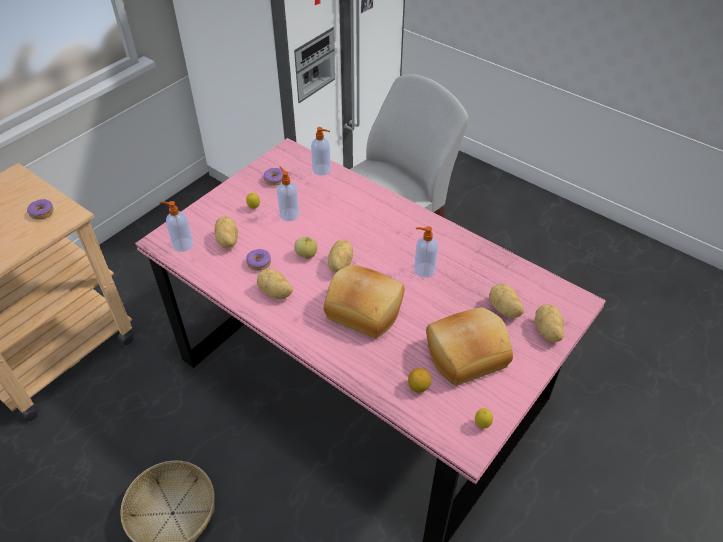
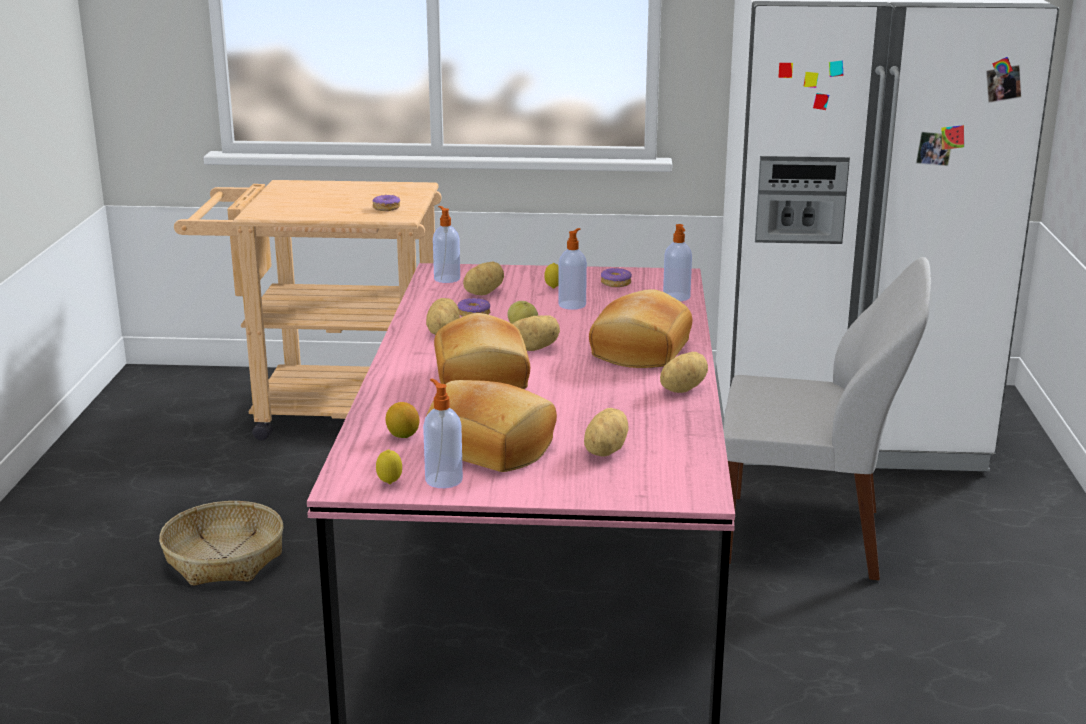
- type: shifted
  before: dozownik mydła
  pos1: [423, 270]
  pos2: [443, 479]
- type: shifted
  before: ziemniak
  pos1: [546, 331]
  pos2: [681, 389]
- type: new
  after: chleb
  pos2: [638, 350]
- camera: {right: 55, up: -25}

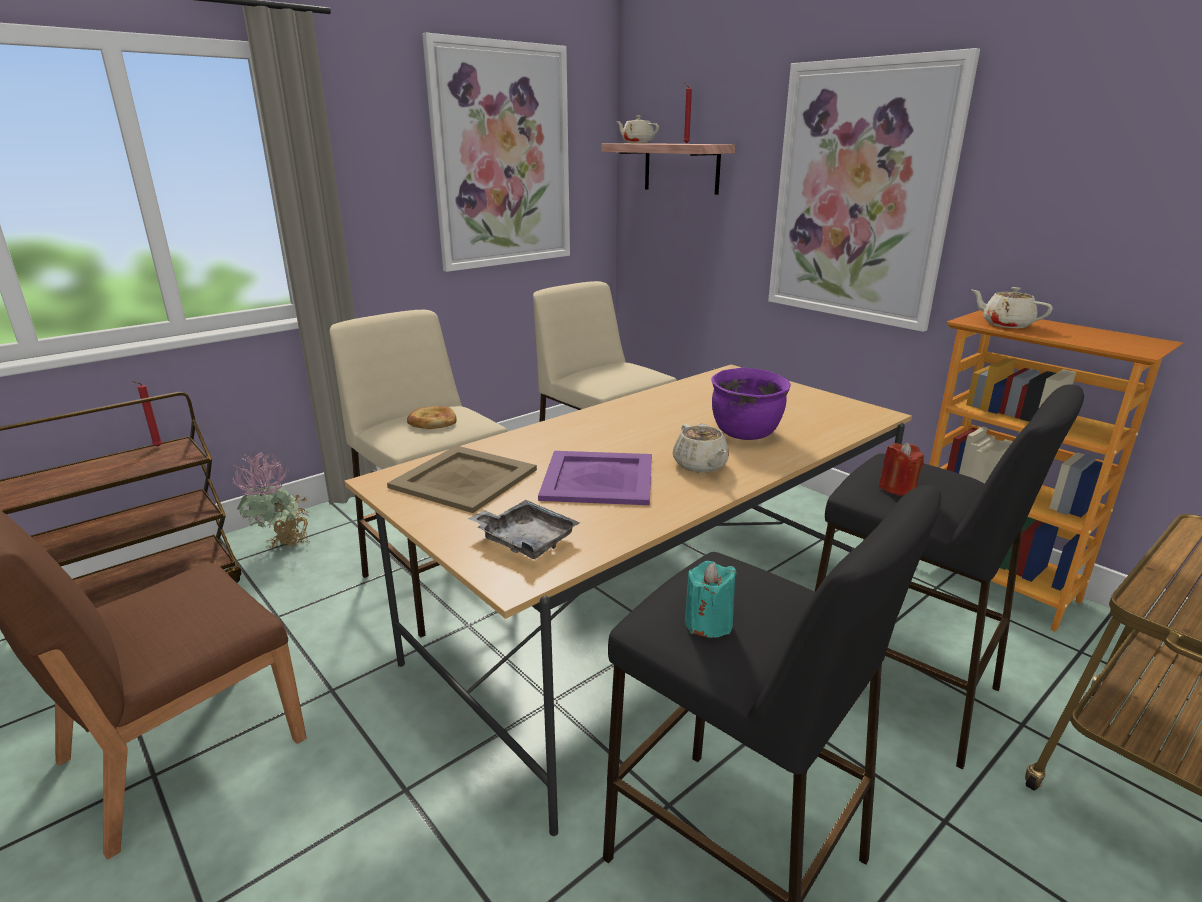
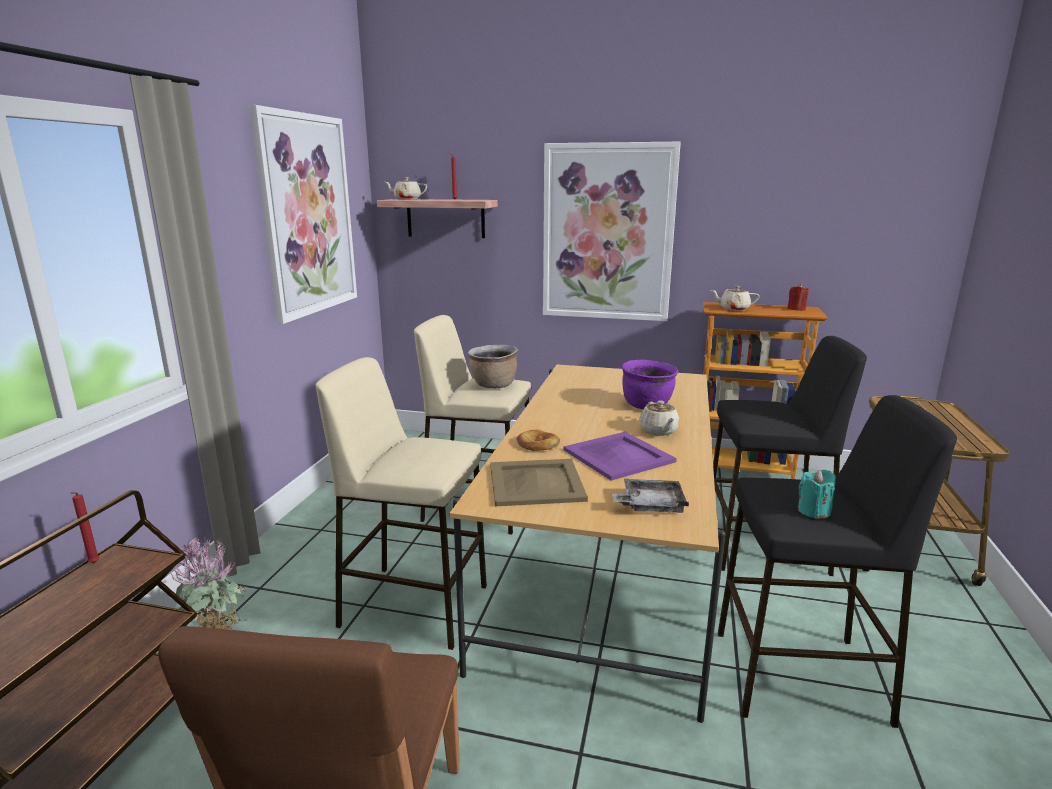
- type: shifted
  before: chleb
  pos1: [432, 422]
  pos2: [537, 444]
- type: rotated
  before: imbryk/beżowy
  pos1: [700, 465]
  pos2: [658, 431]
  turn: 45
- type: shifted
  before: świeca/czerwony
  pos1: [897, 488]
  pos2: [796, 309]
- type: new
  after: garnek/brązowy
  pos2: [493, 385]
- camera: {right: -35, up: -5}

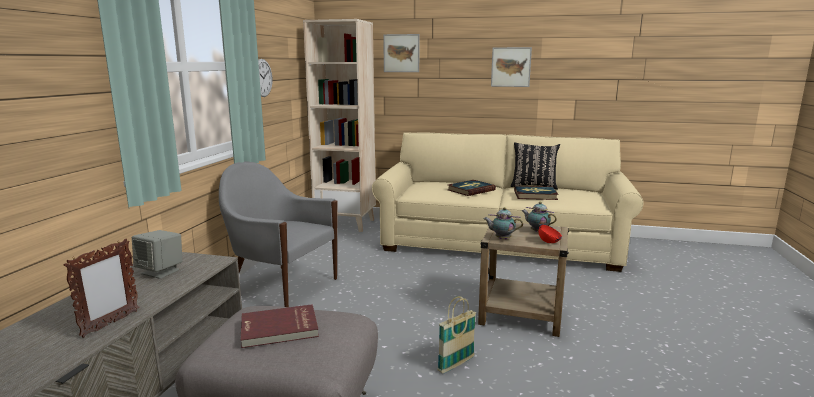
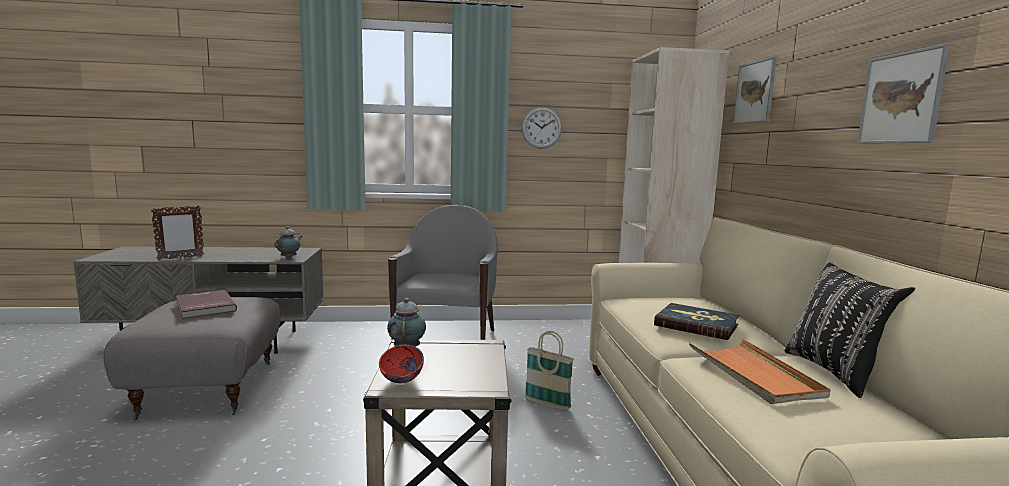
- type: rotated
  before: ramka na zdjęcie
  pos1: [110, 324]
  pos2: [180, 258]
  turn: -45
- type: gone
  before: głośnik/szary
  pos1: [161, 272]
- type: shifted
  before: koszyk
  pos1: [456, 364]
  pos2: [547, 404]
- type: swapped
  before: książka
  after: taca/pomarańczowy
  pos1: [535, 195]
  pos2: [753, 374]
- type: shifted
  before: imbryk
  pos1: [537, 231]
  pos2: [290, 257]
- camera: {right: 70, up: -5}

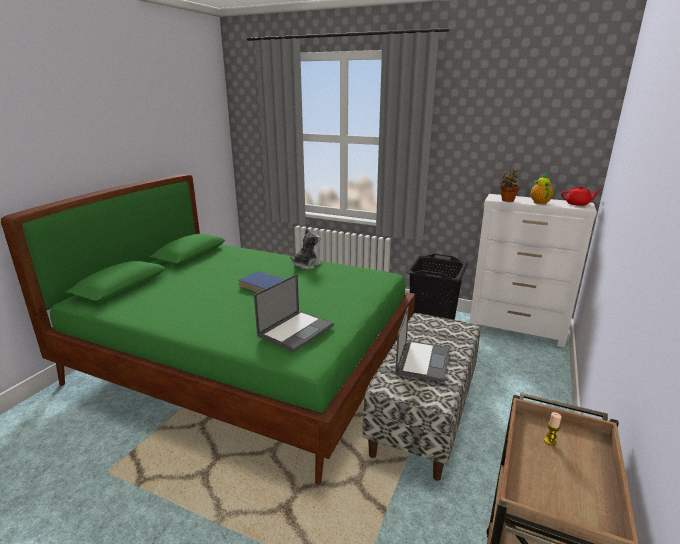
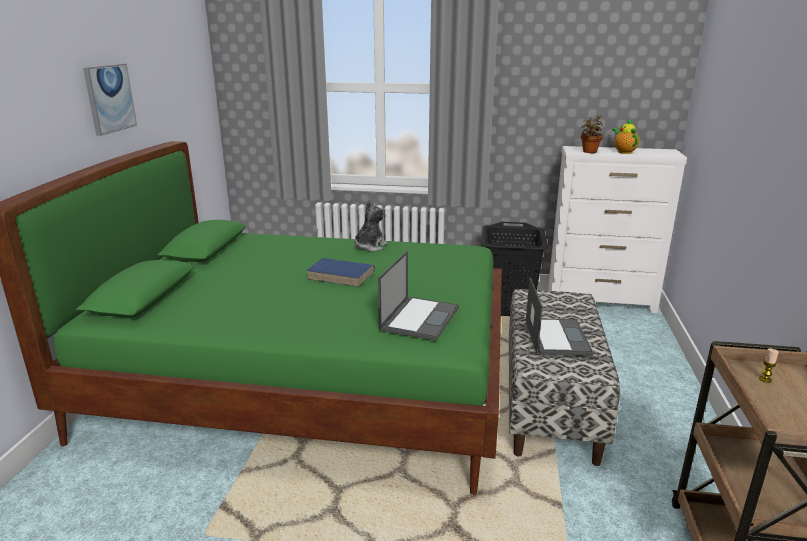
- type: gone
  before: imbryk/czerwony
  pos1: [577, 204]
- type: new
  after: obraz
  pos2: [109, 98]
- camera: {right: -15, up: 0}

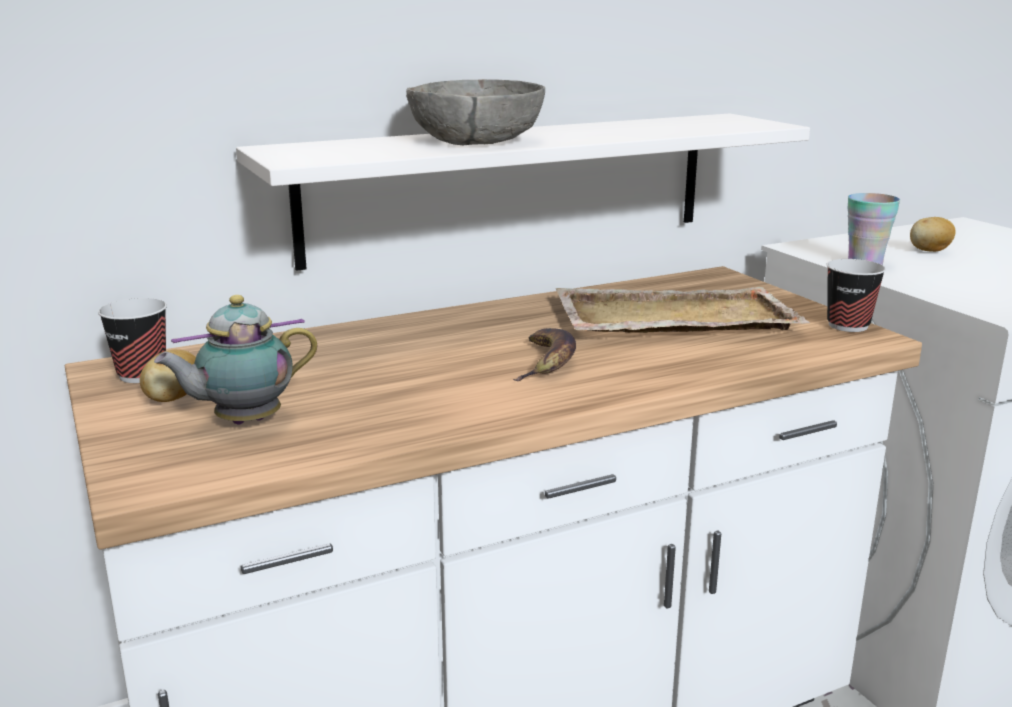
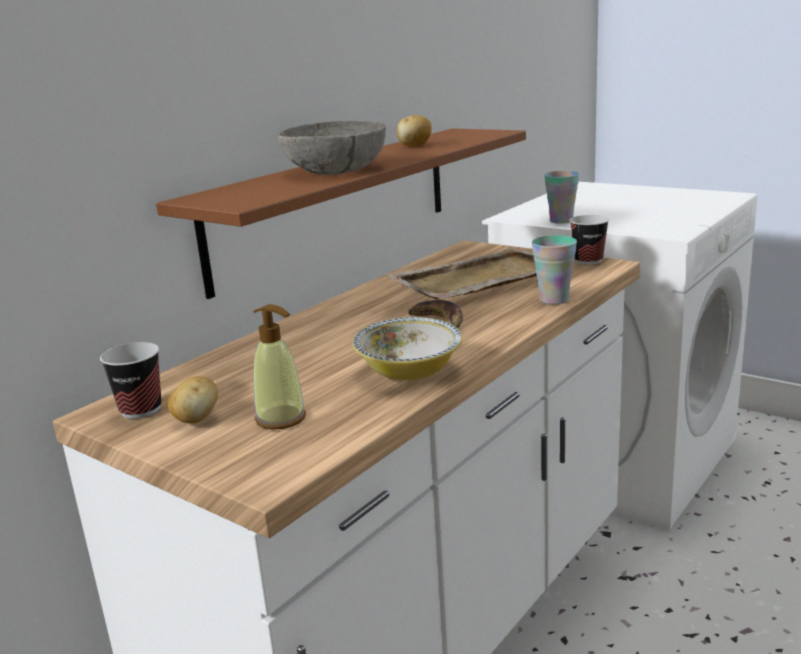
- type: swapped
  before: imbryk
  after: dozownik mydła
  pos1: [243, 422]
  pos2: [281, 419]
- type: repainted
  before: półka/biały
  after: półka/brązowy
  pos1: [511, 186]
  pos2: [336, 204]
- type: shifted
  before: ziemniak
  pos1: [929, 251]
  pos2: [414, 146]
- type: new
  after: miska
  pos2: [409, 372]
- type: new
  after: filiżanka
  pos2: [554, 299]
- camera: {right: -25, up: 0}

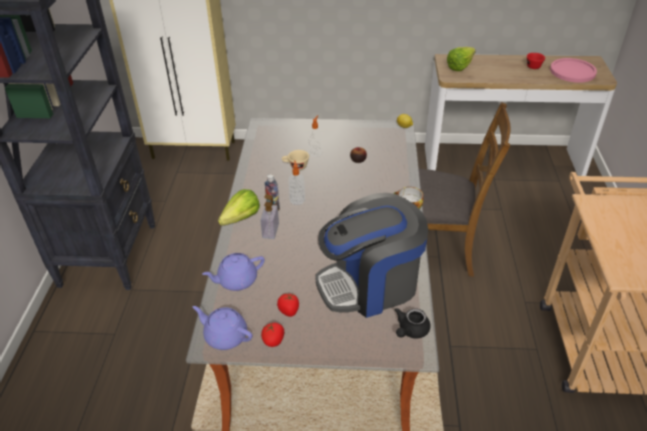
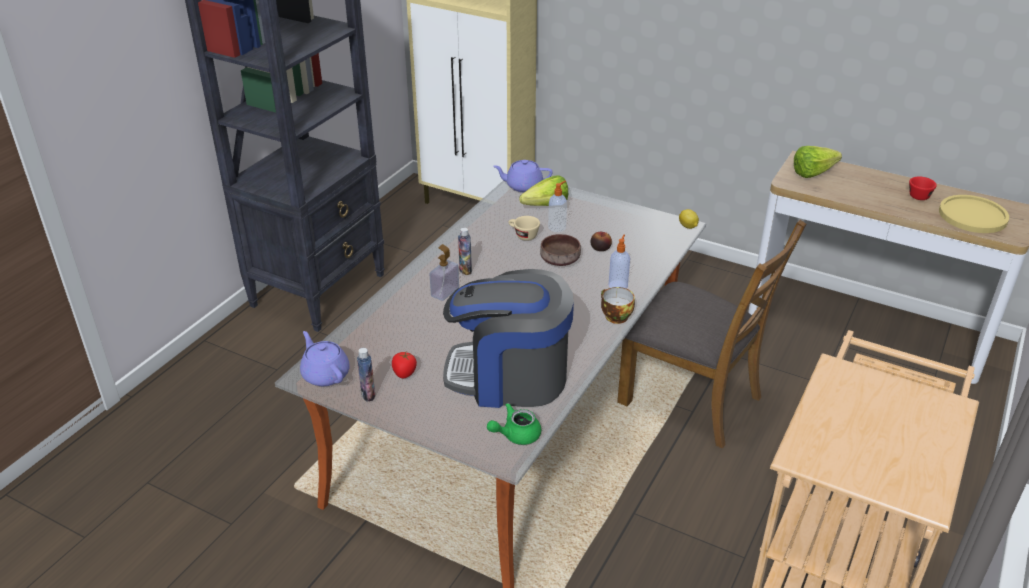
- type: shifted
  before: imbryk/fioletowy
  pos1: [236, 280]
  pos2: [523, 186]
- type: shifted
  before: sałata
  pos1: [237, 220]
  pos2: [542, 207]
- type: swapped
  before: pomidor
  after: butelka
  pos1: [273, 340]
  pos2: [368, 394]
- type: shifted
  before: dozownik mydła
  pos1: [297, 199]
  pos2: [618, 285]
- type: repainted
  before: imbryk/czarny
  after: imbryk/zielony
  pos1: [410, 331]
  pos2: [516, 435]
- type: repainted
  before: talerz/różowy
  after: talerz/żółty
  pos1: [572, 71]
  pos2: [972, 215]
- type: new
  after: miska/brązowy
  pos2: [559, 259]
- camera: {right: 25, up: -5}

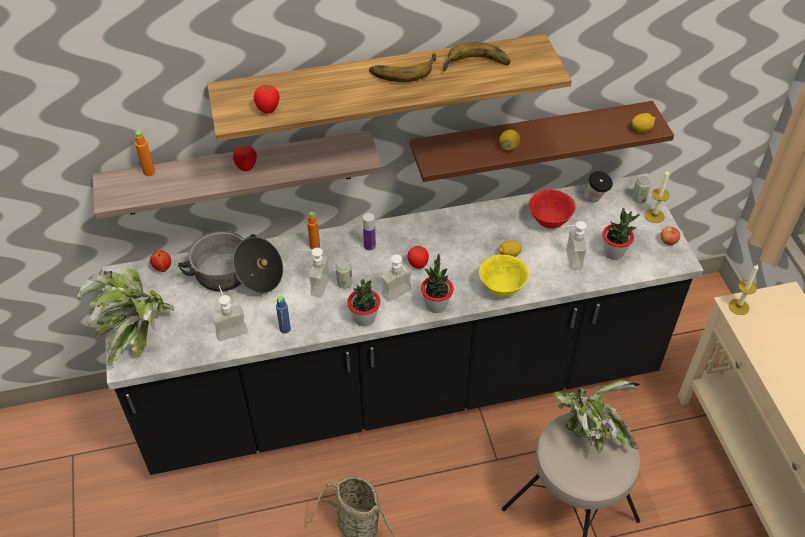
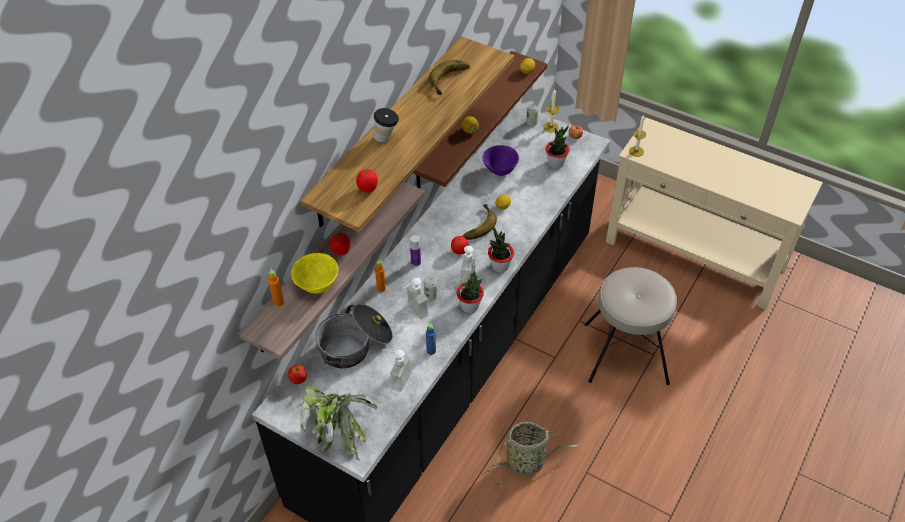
- type: shifted
  before: banan
  pos1: [402, 69]
  pos2: [476, 225]
- type: shifted
  before: miska/żółty
  pos1: [501, 288]
  pos2: [317, 286]
- type: repainted
  before: miska/czerwony
  after: miska/fioletowy
  pos1: [549, 221]
  pos2: [499, 171]
- type: gone
  before: roślina doniczkowa
  pos1: [589, 431]
- type: gone
  before: dozownik mydła
  pos1: [567, 259]
- type: shifted
  before: filiżanka
  pos1: [595, 200]
  pos2: [387, 138]
- camera: {right: -45, up: 0}

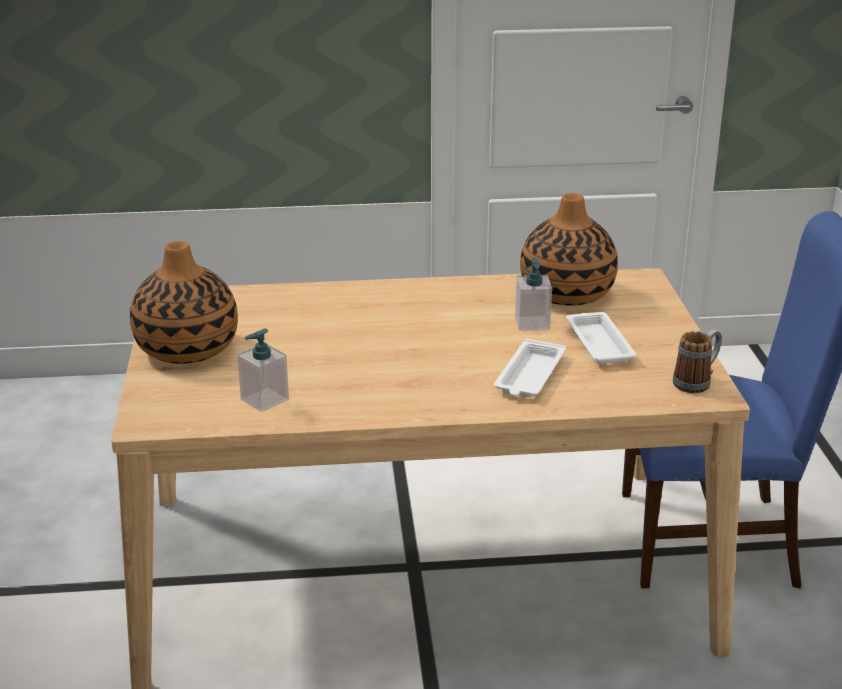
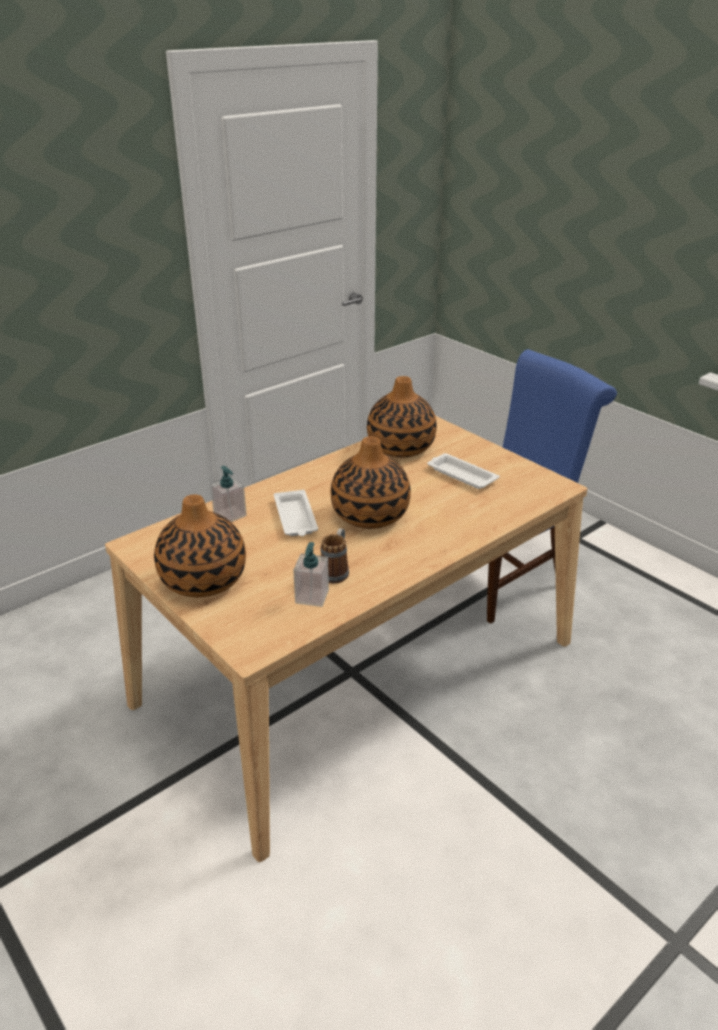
- type: shifted
  before: taca/biały
  pos1: [529, 376]
  pos2: [295, 518]
- type: shifted
  before: dozownik mydła
  pos1: [532, 323]
  pos2: [230, 515]
- type: shifted
  before: kubek
  pos1: [697, 382]
  pos2: [336, 571]
- type: new
  after: wazon
  pos2: [370, 515]
- camera: {right: -35, up: 5}

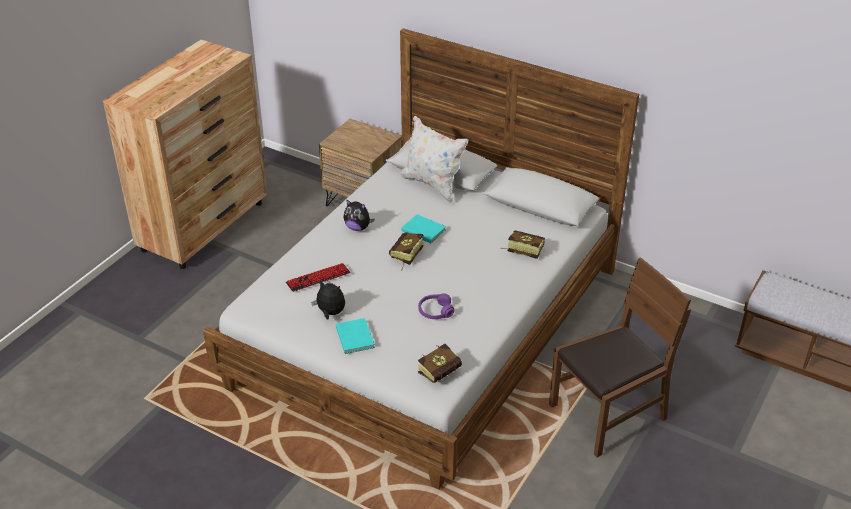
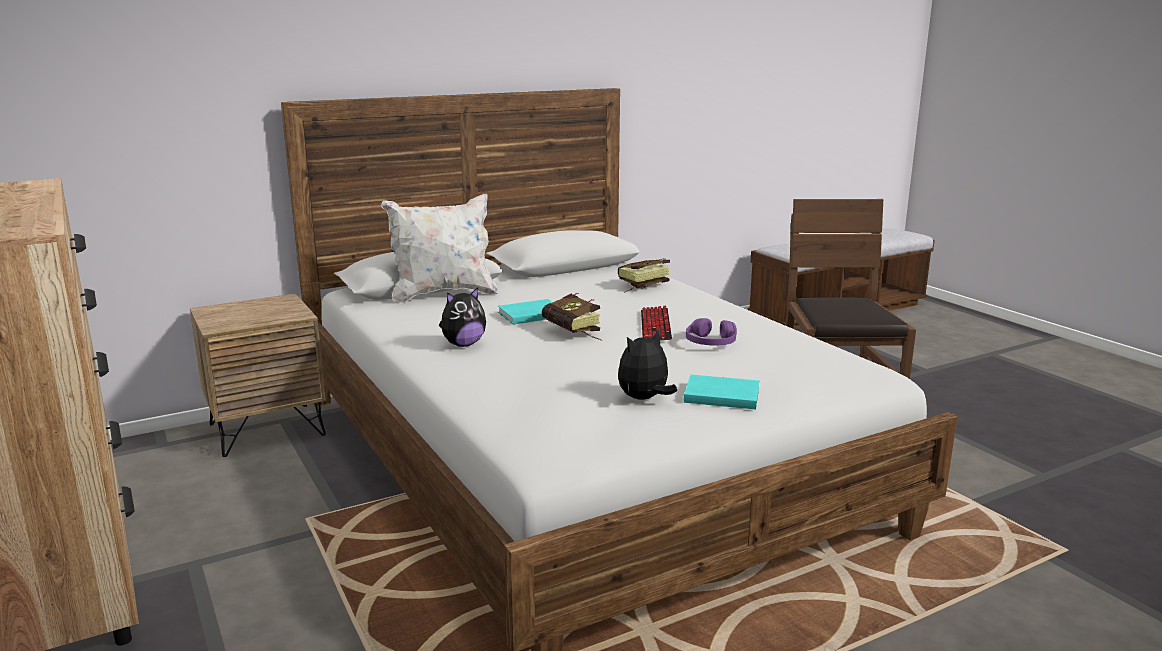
- type: shifted
  before: klawiatura
  pos1: [318, 278]
  pos2: [655, 326]
- type: gone
  before: książka
  pos1: [443, 371]
- camera: {right: -60, up: -20}

